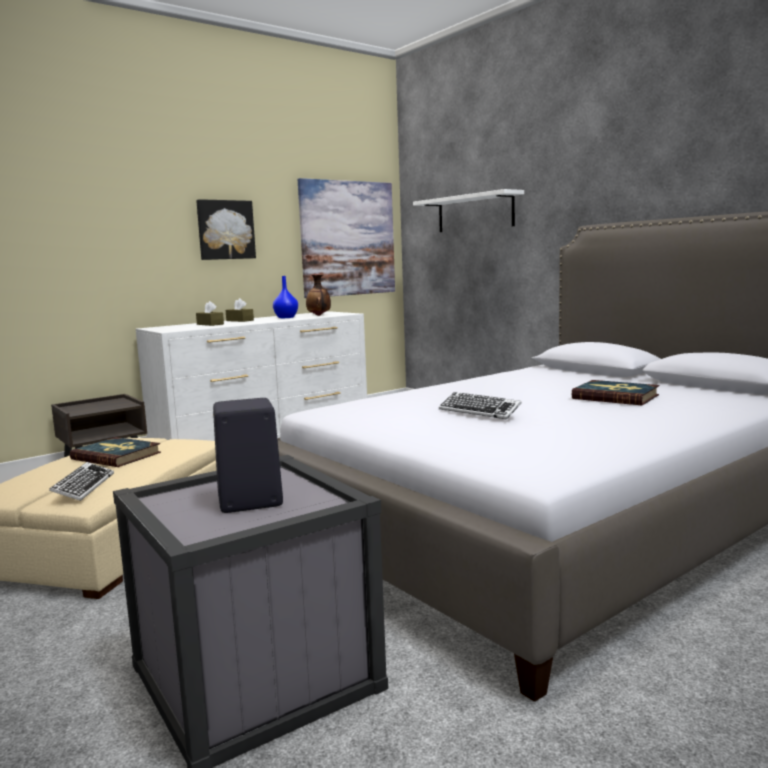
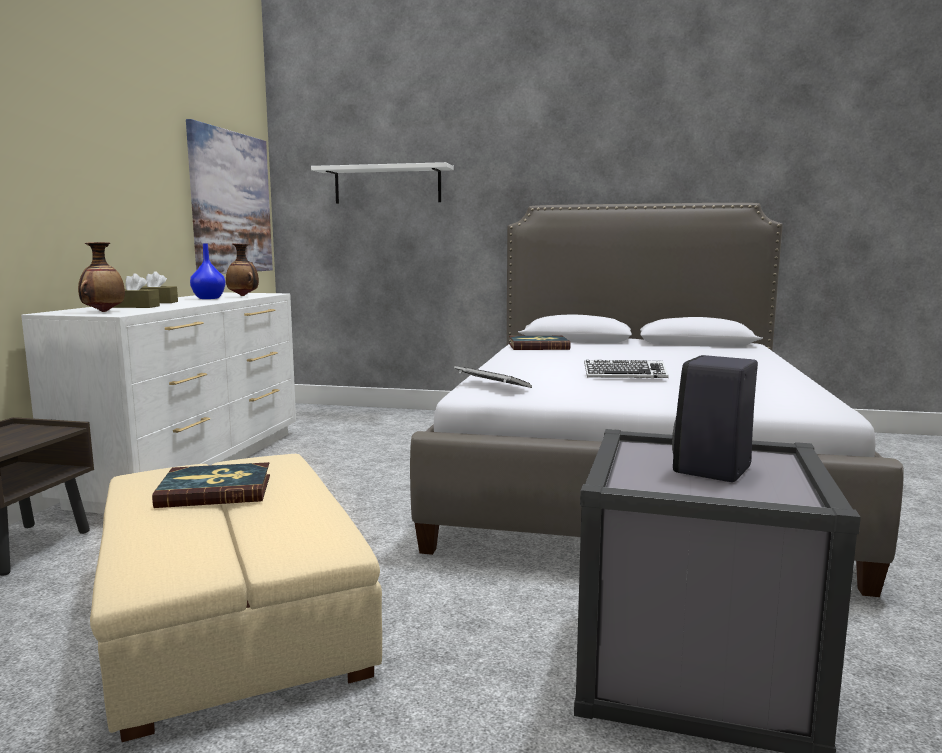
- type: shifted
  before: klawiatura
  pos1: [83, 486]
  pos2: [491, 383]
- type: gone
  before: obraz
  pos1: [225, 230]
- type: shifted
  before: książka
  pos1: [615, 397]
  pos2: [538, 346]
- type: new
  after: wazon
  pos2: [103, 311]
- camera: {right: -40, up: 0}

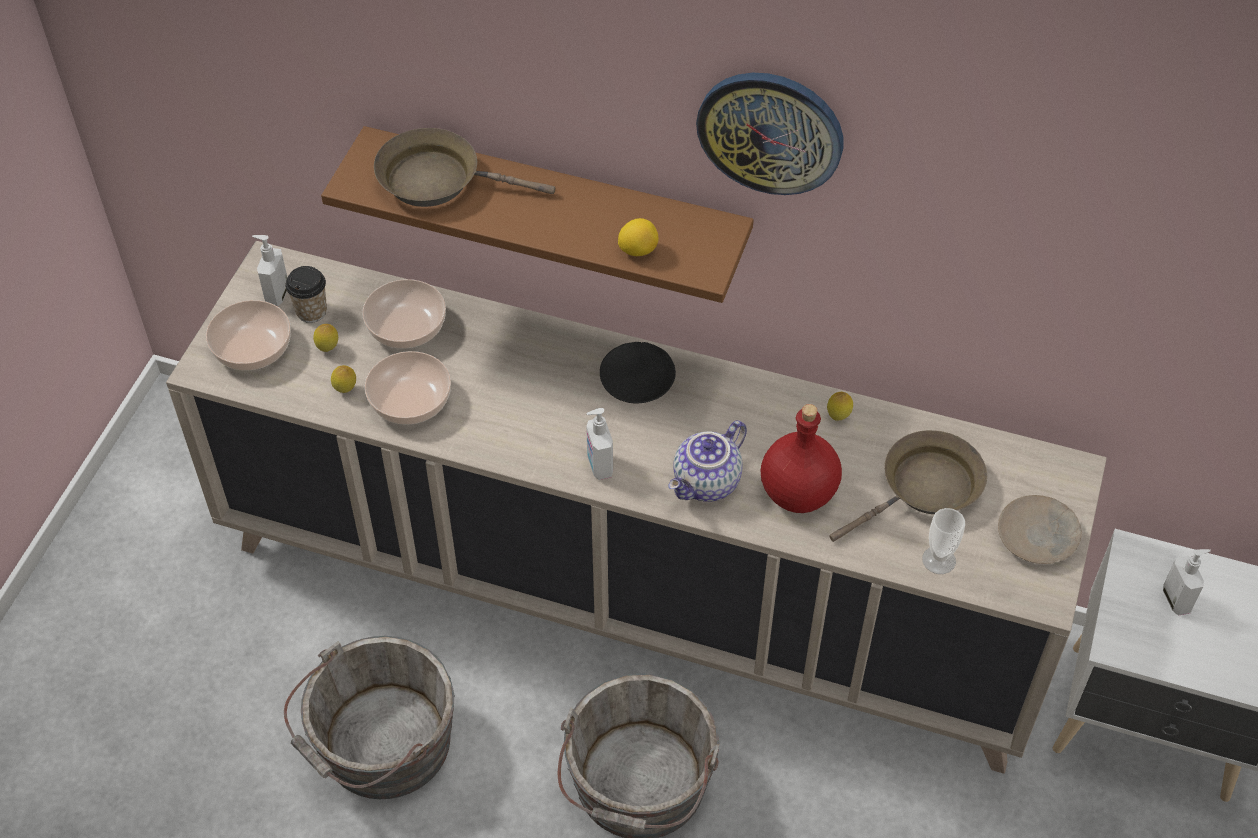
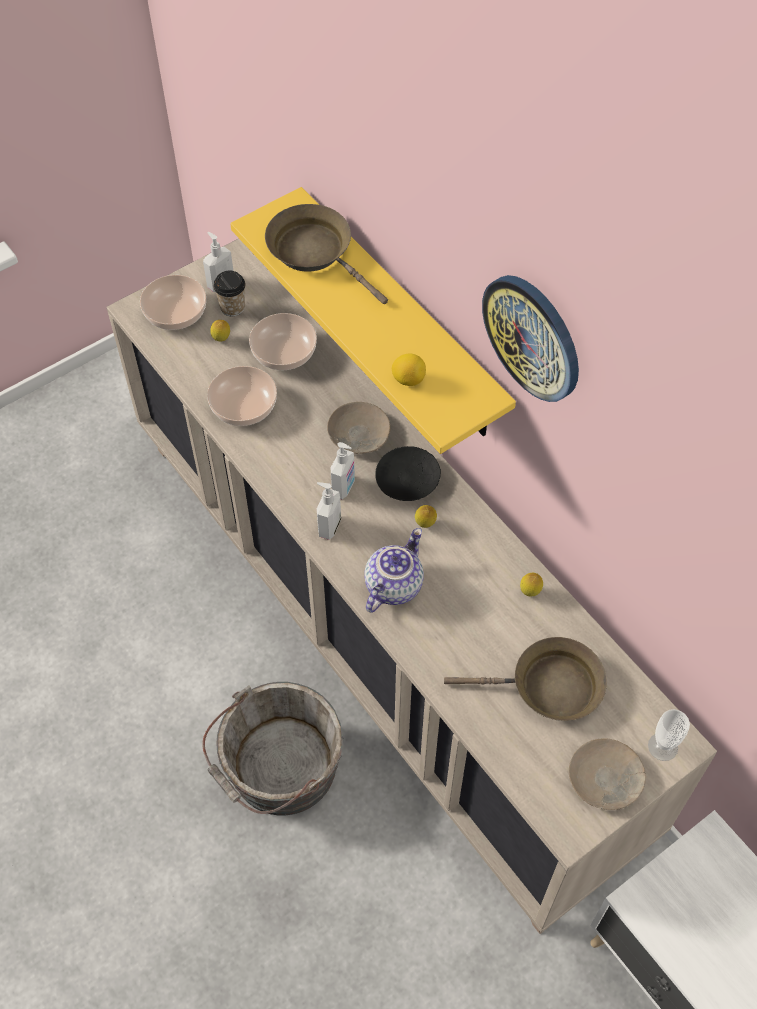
- type: gone
  before: wiadro/szary
  pos1: [380, 746]
- type: repainted
  before: półka/brązowy
  after: półka/żółty
  pos1: [556, 209]
  pos2: [401, 318]
- type: shifted
  before: cytryna
  pos1: [345, 390]
  pos2: [425, 524]
- type: rotated
  before: imbryk
  pos1: [707, 483]
  pos2: [392, 585]
  turn: 135
- type: gone
  before: butelka/czerwony
  pos1: [799, 493]
- type: shifted
  before: filiżanka
  pos1: [939, 560]
  pos2: [662, 747]
- type: shifted
  before: dozownik mydła
  pos1: [1177, 600]
  pos2: [344, 487]
- type: new
  after: talerz/beżowy
  pos2: [359, 434]
- camera: {right: 35, up: 5}

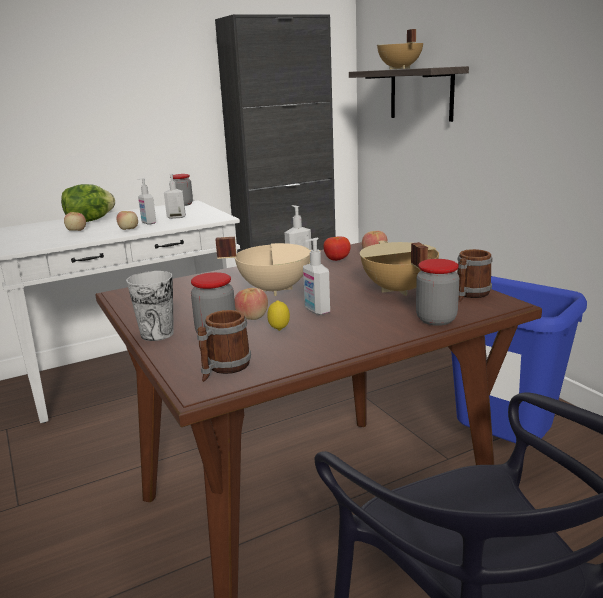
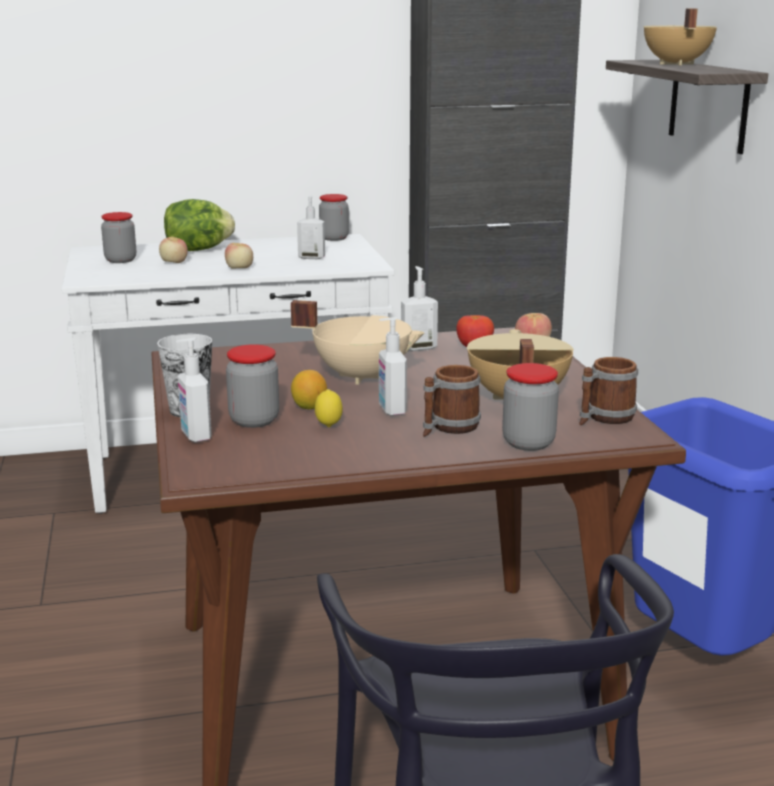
- type: shifted
  before: dozownik mydła
  pos1: [148, 223]
  pos2: [195, 436]
- type: shifted
  before: kubek
  pos1: [223, 368]
  pos2: [448, 428]
- type: swapped
  before: jabłko
  after: cytryna
  pos1: [252, 317]
  pos2: [309, 407]
- type: new
  after: słoik
  pos2: [120, 260]
- camera: {right: 15, up: 0}

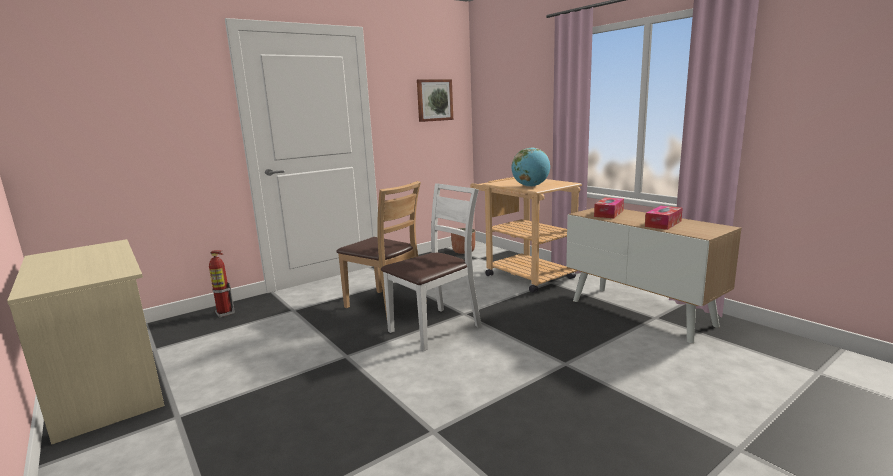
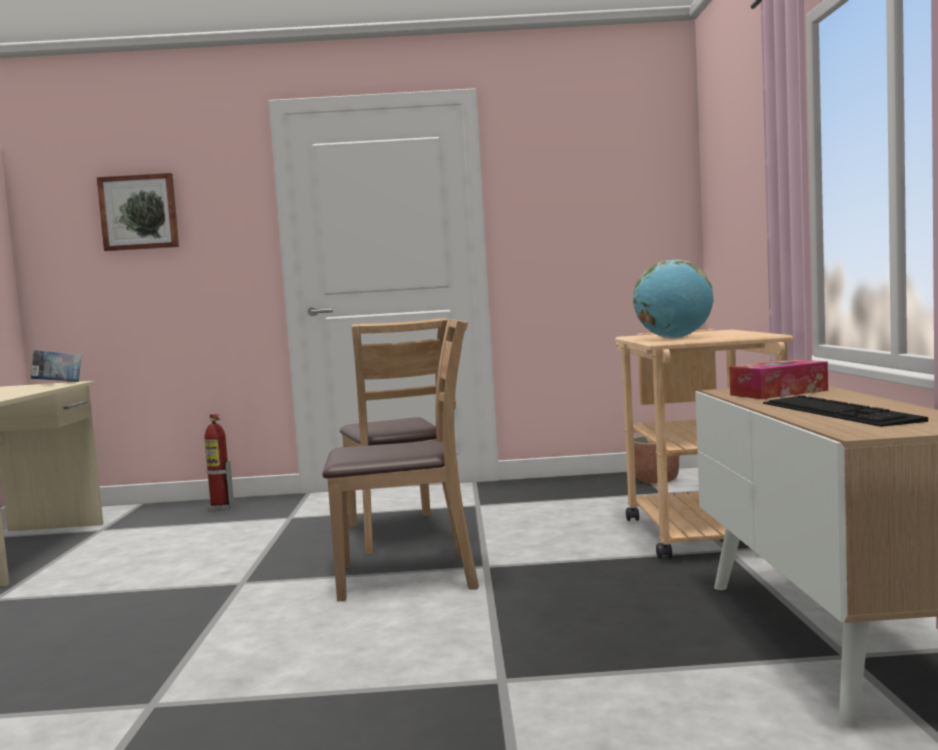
- type: repainted
  before: krzesło/biały
  after: krzesło/brązowy
  pos1: [435, 328]
  pos2: [409, 576]
- type: shifted
  before: obraz
  pos1: [434, 100]
  pos2: [139, 212]
- type: swapped
  before: pudełko chusteczek
  after: klawiatura
  pos1: [663, 224]
  pos2: [837, 411]
- type: new
  after: książka
  pos2: [58, 383]
- camera: {right: 35, up: -10}

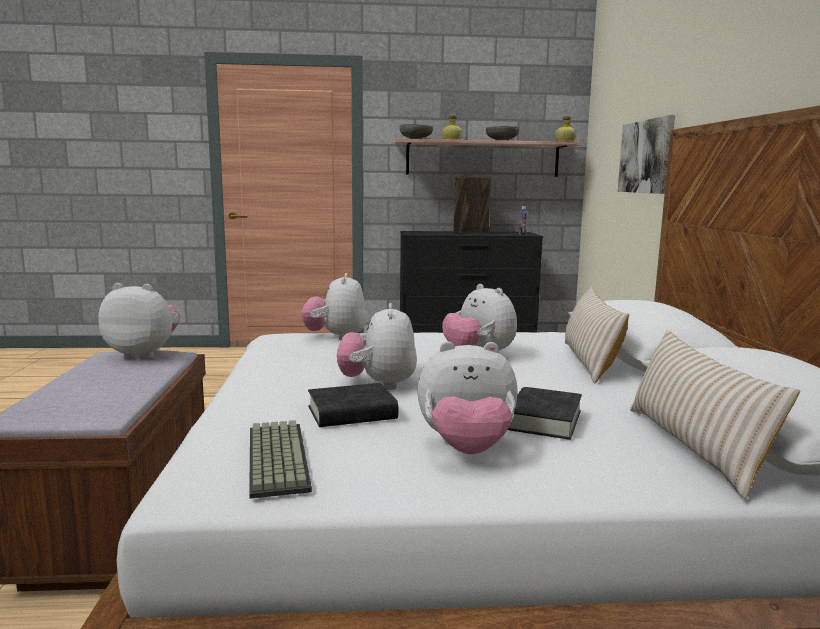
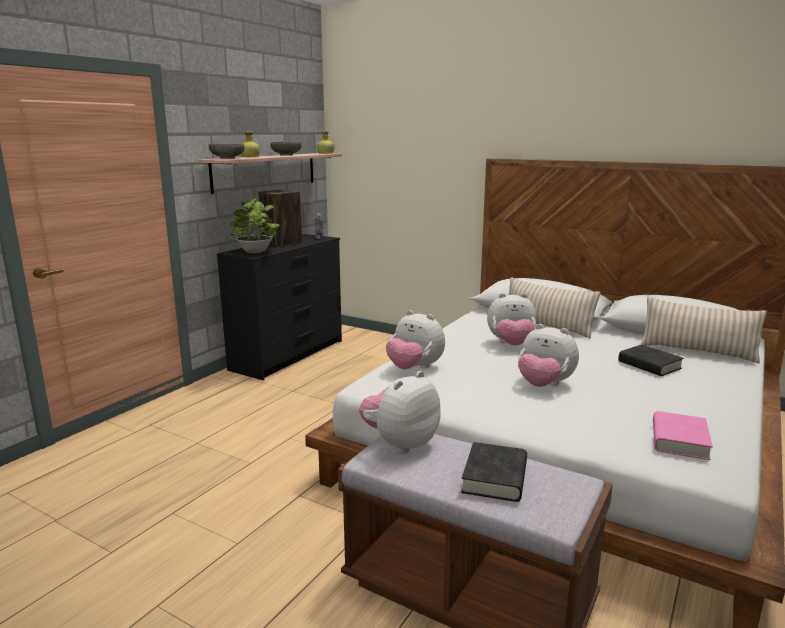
- type: swapped
  before: klawiatura
  after: książka/różowy
  pos1: [274, 458]
  pos2: [679, 440]
- type: shifted
  before: książka/czarny
  pos1: [352, 413]
  pos2: [495, 478]
- type: gone
  before: pluszak
  pos1: [466, 449]
- type: gone
  before: obraz
  pos1: [646, 156]
- type: new
  after: roślina doniczkowa
  pos2: [255, 252]
- camera: {right: -55, up: 5}

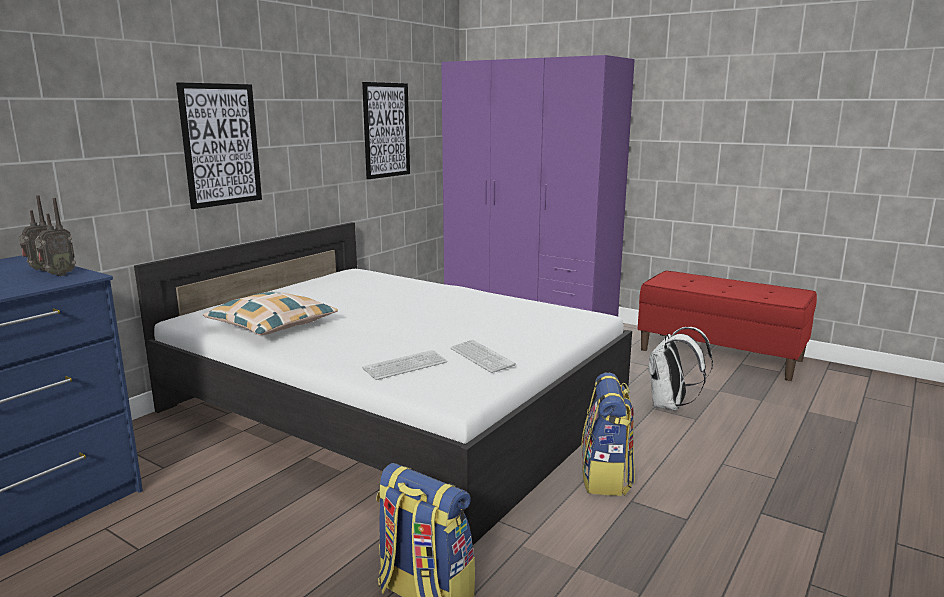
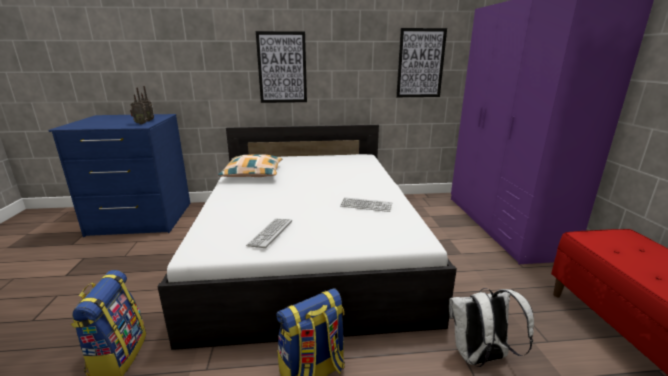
- type: shifted
  before: klawiatura
  pos1: [405, 366]
  pos2: [366, 205]
- camera: {right: 50, up: 5}

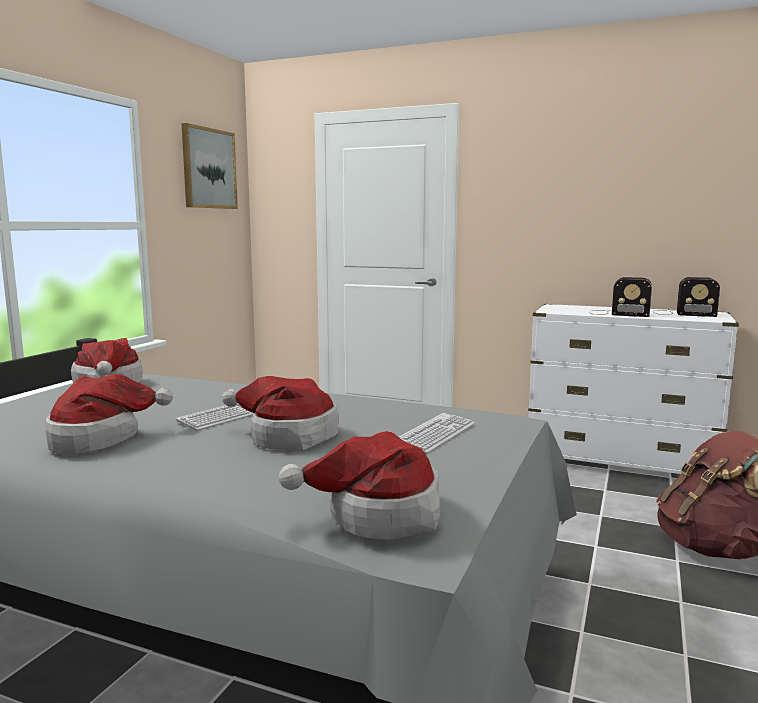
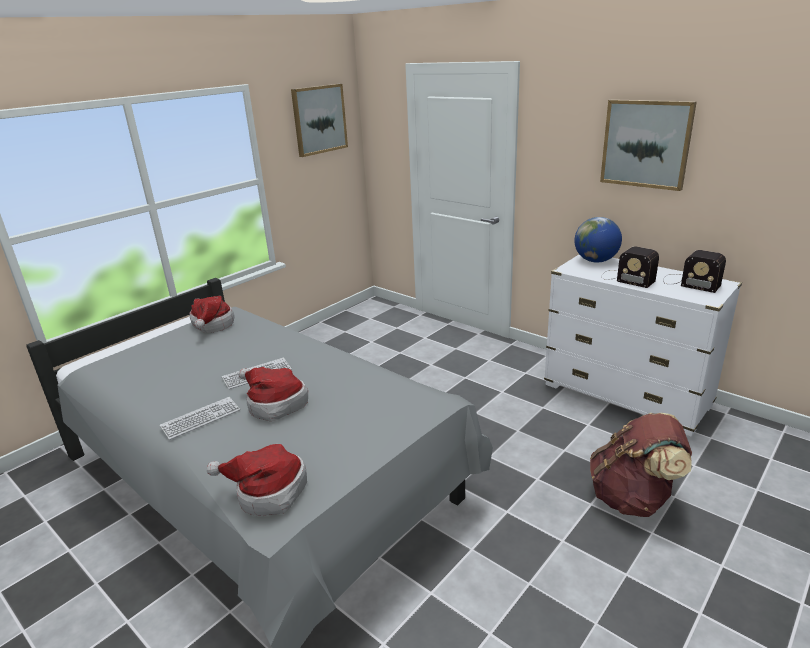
- type: gone
  before: kapelusz
  pos1: [100, 438]
- type: shifted
  before: klawiatura
  pos1: [435, 434]
  pos2: [201, 419]
- type: new
  after: globus
  pos2: [595, 261]
- type: new
  after: obraz
  pos2: [646, 144]
- camera: {right: 20, up: 15}

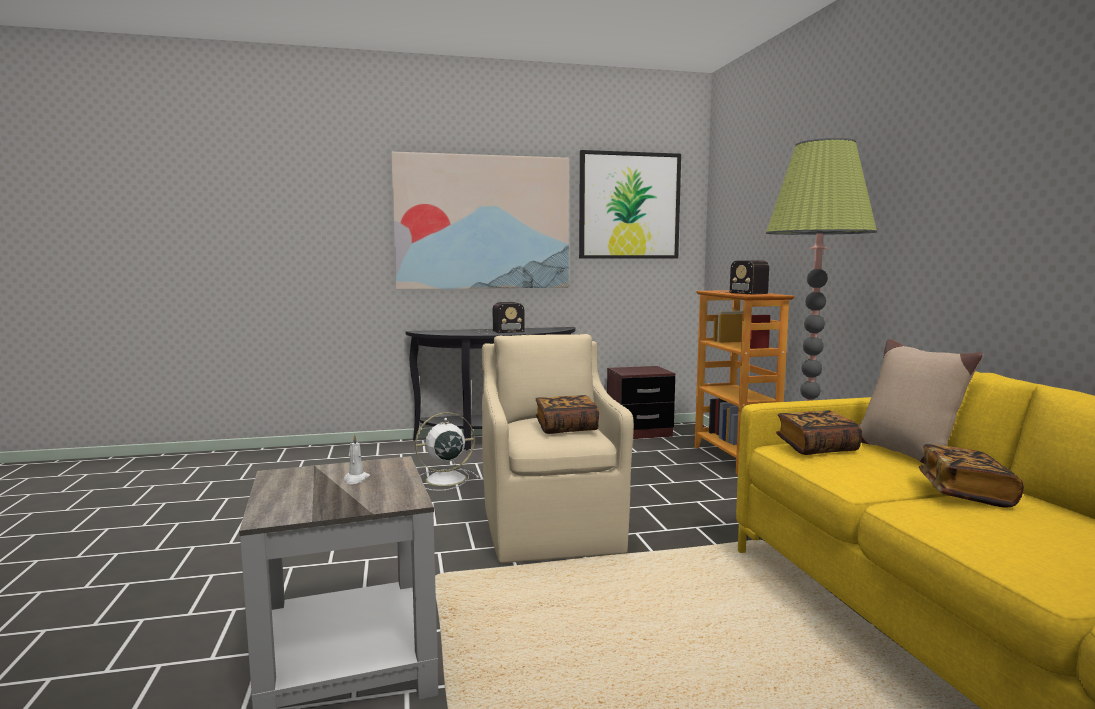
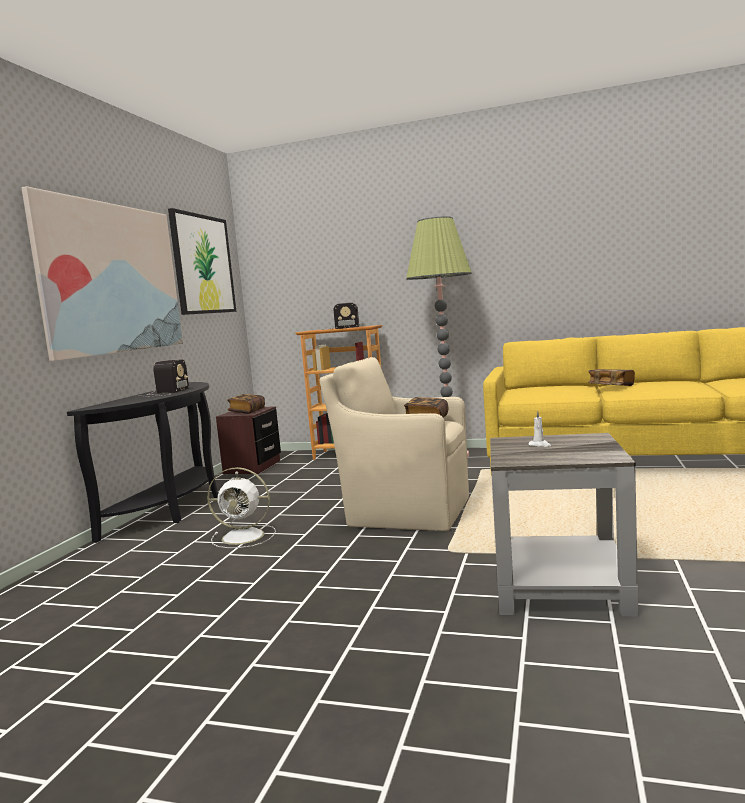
- type: rotated
  before: wentylator/biały
  pos1: [444, 479]
  pos2: [245, 536]
  turn: -90
- type: shifted
  before: książka
  pos1: [816, 447]
  pos2: [247, 411]
- type: gone
  before: poduszka/beżowy
  pos1: [906, 454]
- camera: {right: -60, up: 0}

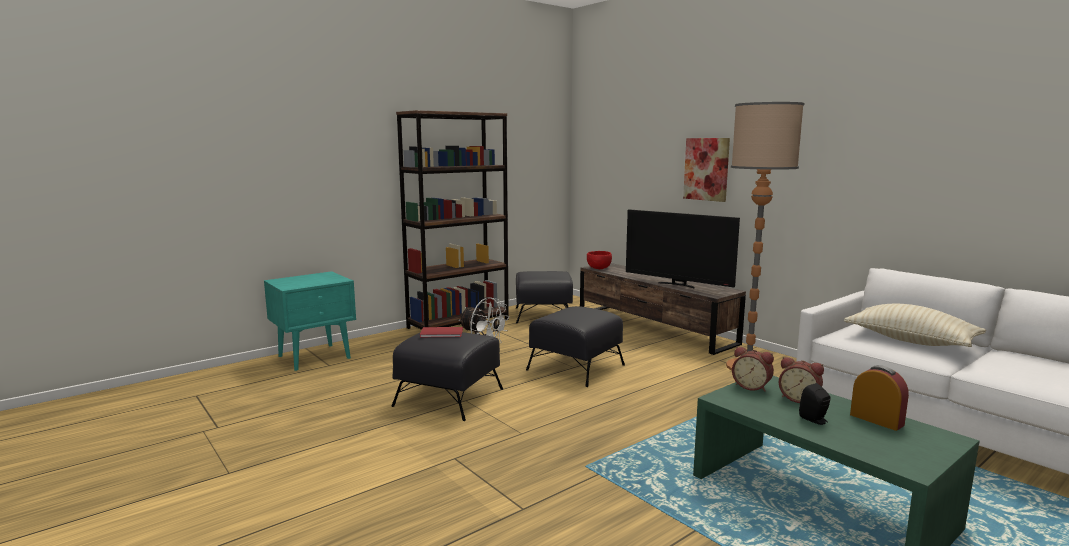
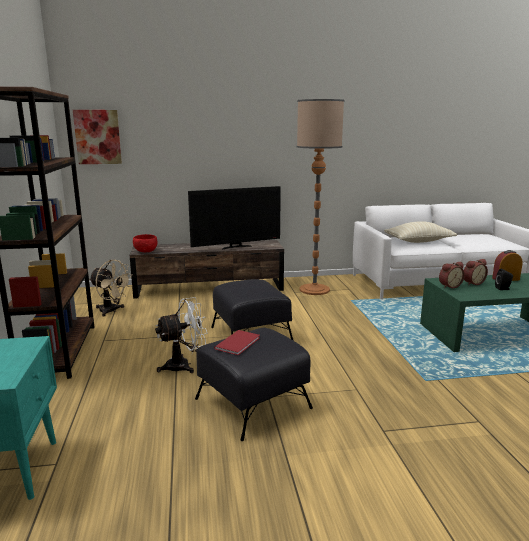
- type: swapped
  before: pufa/czarny
  after: wentylator/beżowy
  pos1: [544, 315]
  pos2: [112, 311]
- type: shifted
  before: obraz
  pos1: [706, 169]
  pos2: [98, 137]
- camera: {right: -60, up: 5}

